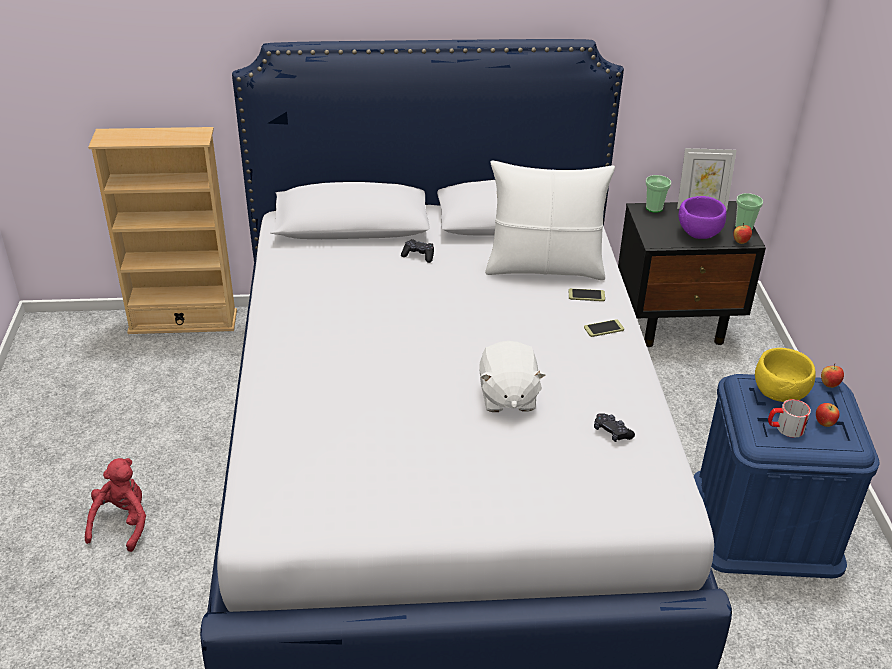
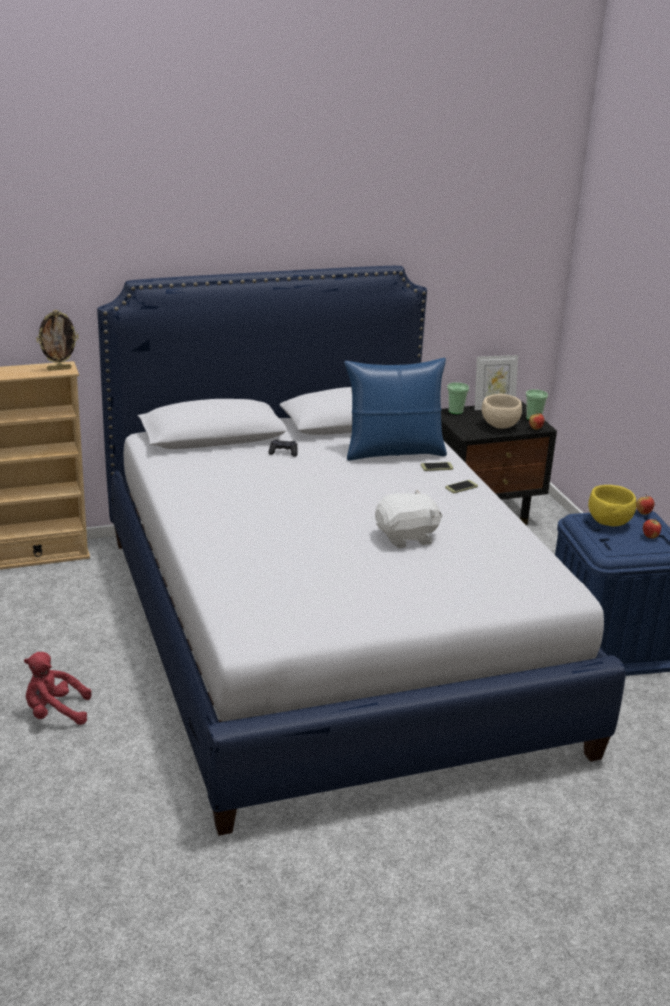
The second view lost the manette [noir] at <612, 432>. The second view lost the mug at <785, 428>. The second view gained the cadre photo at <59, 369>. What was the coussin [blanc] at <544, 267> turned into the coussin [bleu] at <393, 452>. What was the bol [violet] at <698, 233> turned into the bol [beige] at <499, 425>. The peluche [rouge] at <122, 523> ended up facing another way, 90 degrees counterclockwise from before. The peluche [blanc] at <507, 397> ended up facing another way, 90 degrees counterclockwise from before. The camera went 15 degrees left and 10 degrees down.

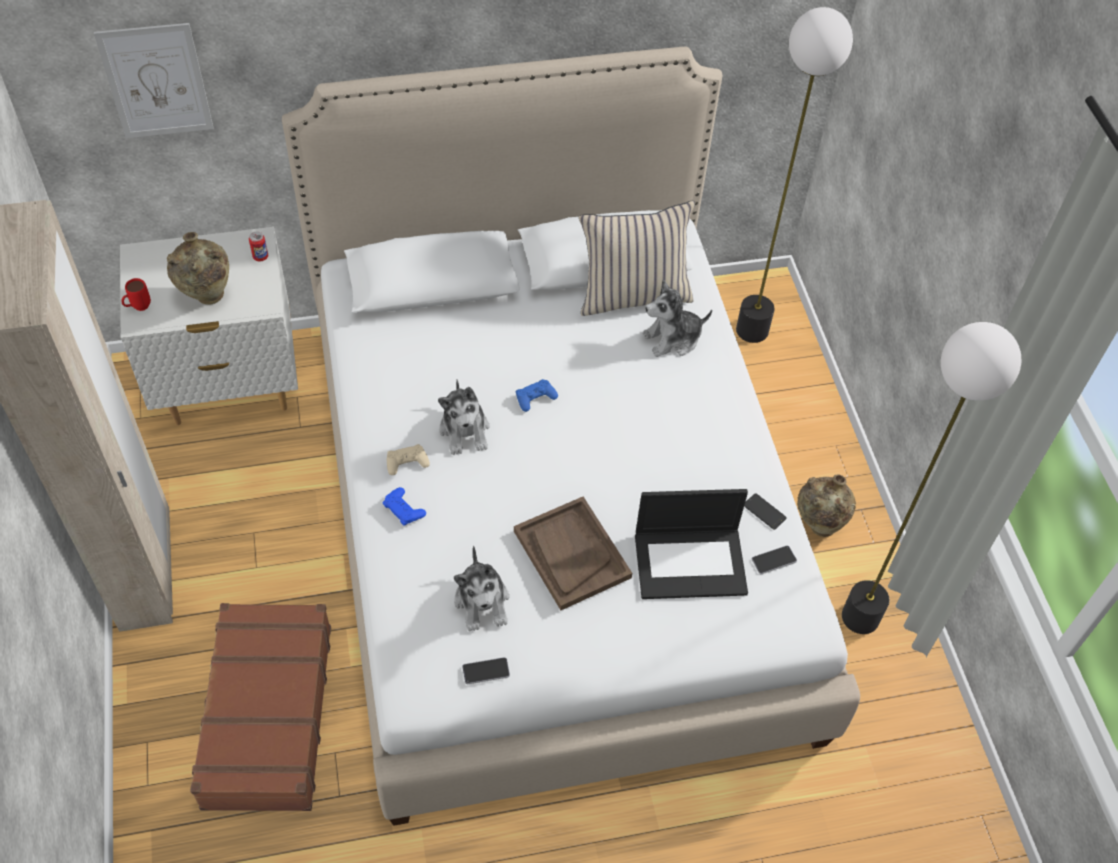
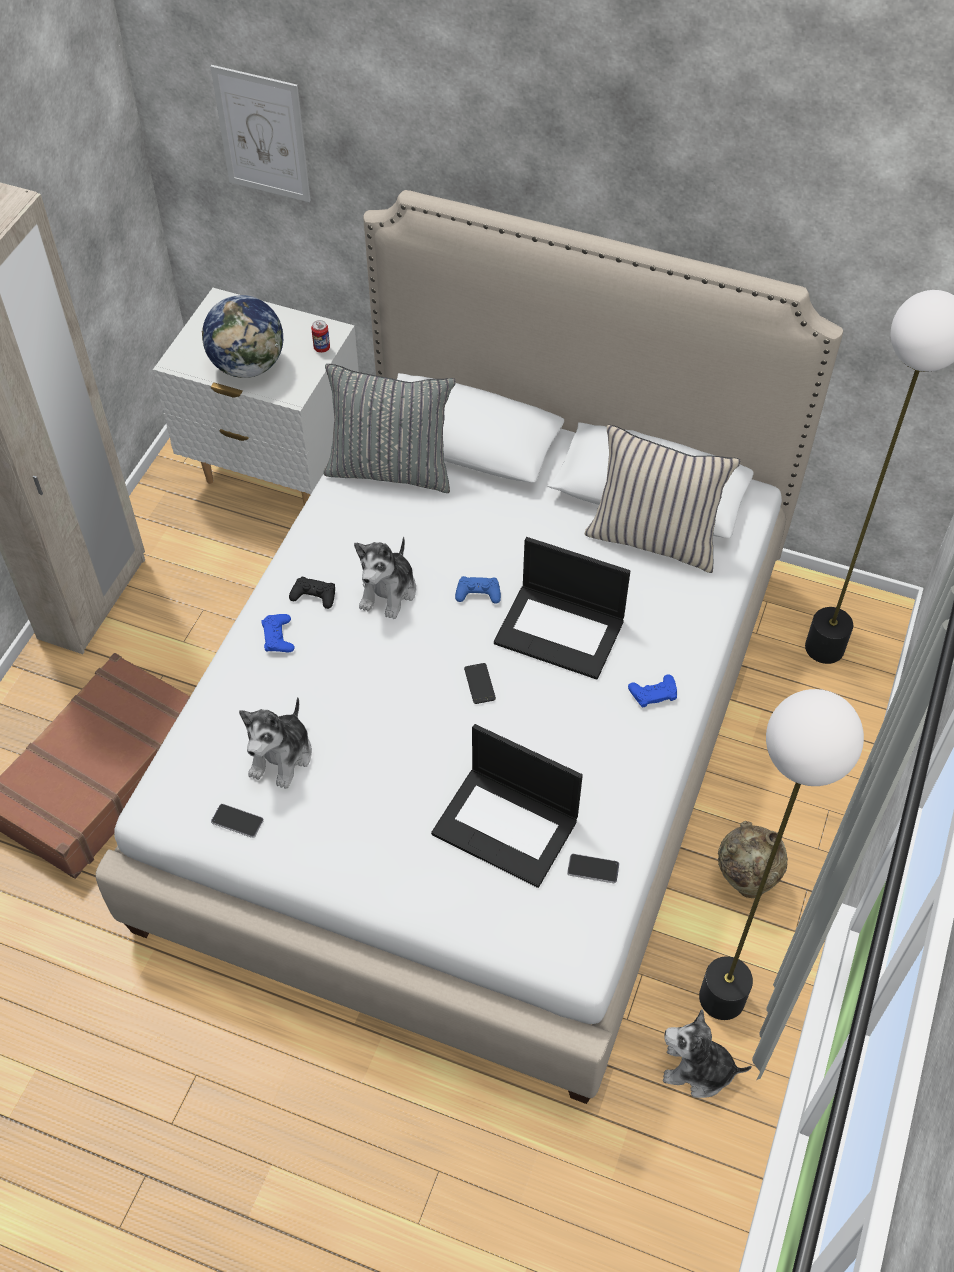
The second view lost the mug [rouge] at <138, 308>. The second view lost the plateau [marron] at <571, 554>. The second view gained the coussin [gris] at <390, 469>. The second view gained the ordinateur portable at <561, 631>. The second view gained the manette [bleu] at <653, 693>. The peluche ended up elsewhere, having gone from <673, 339> to <697, 1069>. The téléphone ended up elsewhere, having gone from <764, 512> to <479, 684>. Where the vase [beige] stood at <207, 298>, the globe came to stand at <248, 366>. What was the manette [beige] at <407, 462> turned into the manette [noir] at <314, 595>. The camera went 35 degrees right and 0 degrees up.

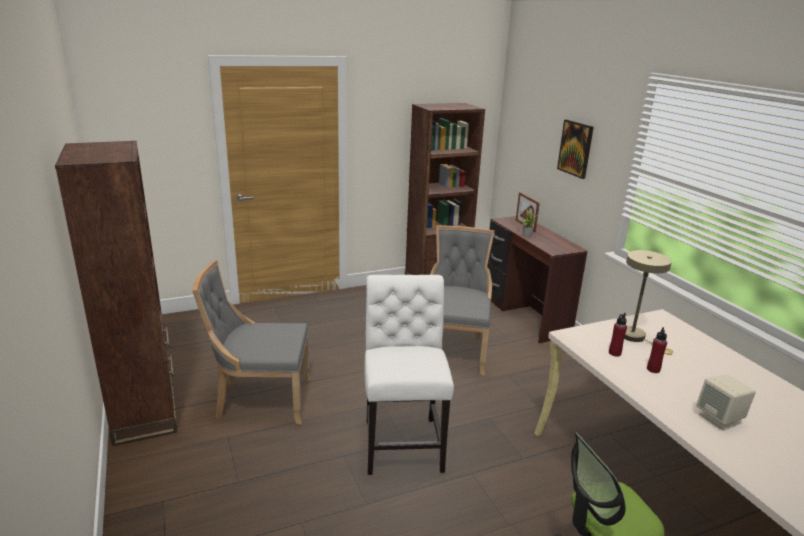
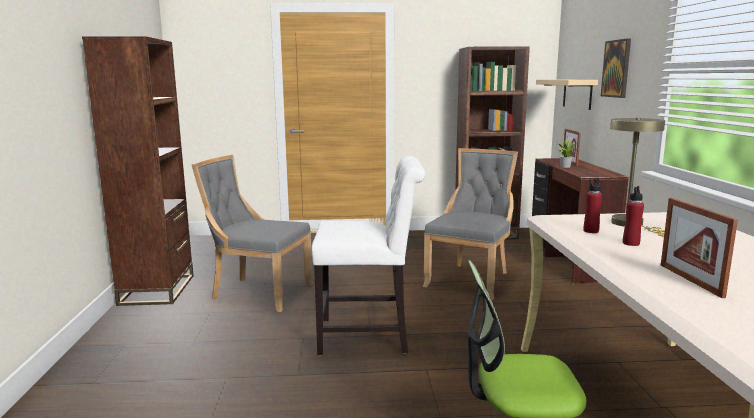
The second view gained the étagère [beige] at <577, 94>. Where the enceinte [beige] stood at <719, 419>, the cadre photo came to stand at <690, 280>. The chaise [blanc] at <402, 441> ended up facing another way, 75 degrees clockwise from before. The camera went 20 degrees right and 10 degrees down.

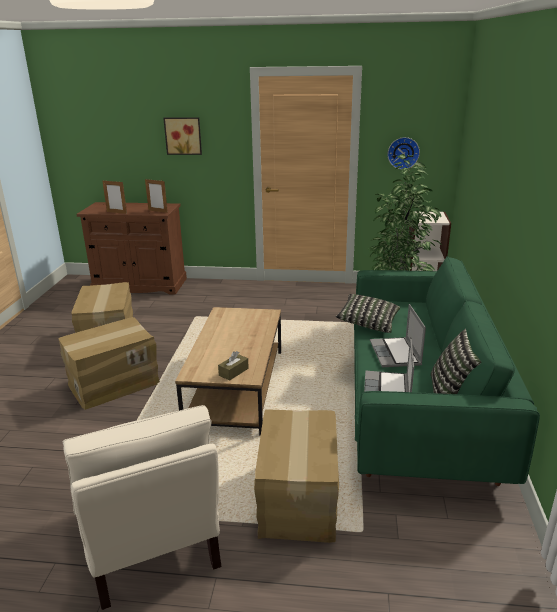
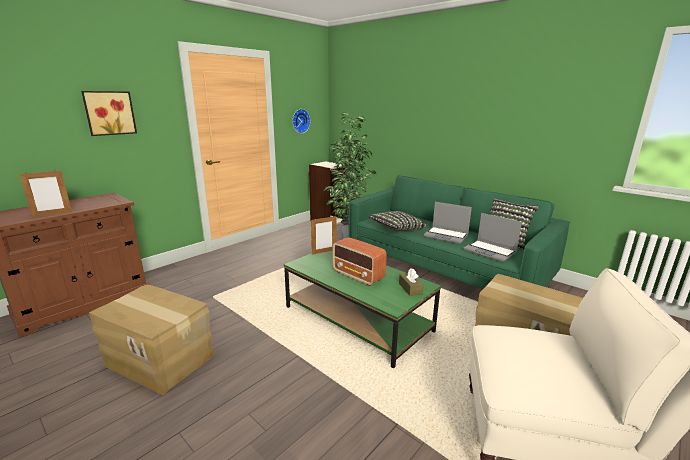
The second view lost the carton at <113, 383>. The second view gained the radio at <358, 276>. The cadre photo ended up elsewhere, having gone from <158, 211> to <324, 252>. What was the table basse [marron] at <237, 388> turned into the table basse [vert] at <357, 319>. The camera went 55 degrees left and 5 degrees down.

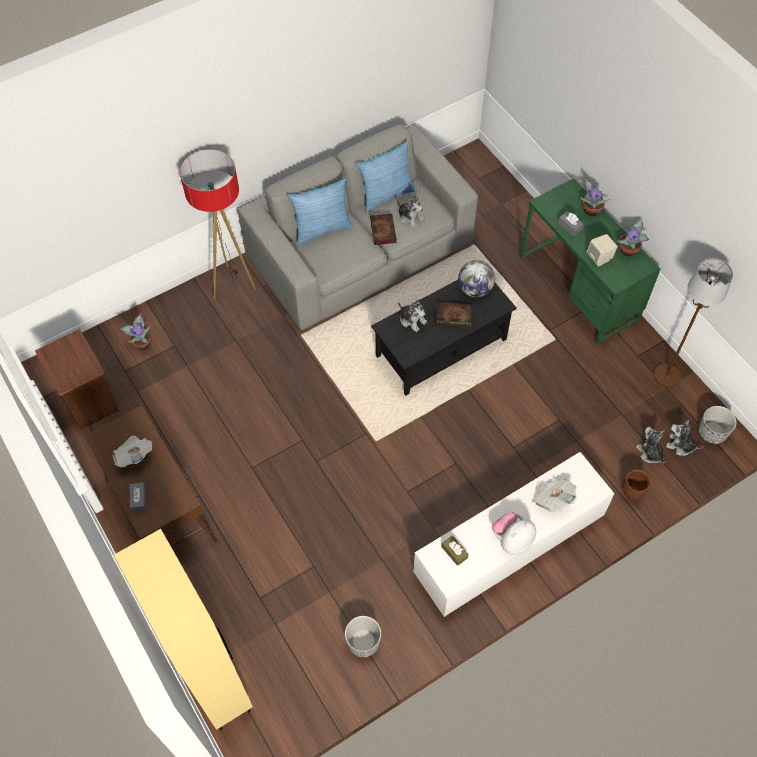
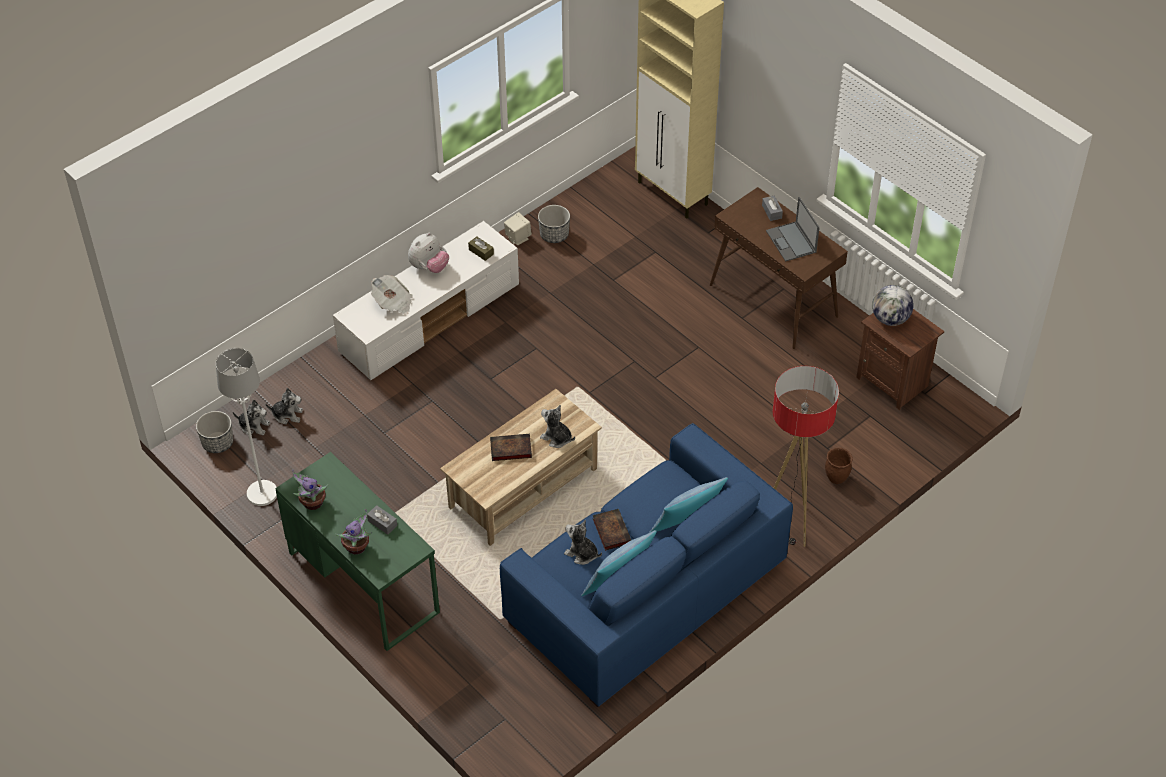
The second view lost the plante en pot at <142, 343>. The globe ended up elsewhere, having gone from <475, 289> to <890, 319>. The enceinte [beige] ended up elsewhere, having gone from <599, 258> to <517, 238>. The cache-pot [marron] ended up elsewhere, having gone from <631, 493> to <837, 478>. Where the journal stood at <134, 455>, the ordinateur portable came to stand at <791, 242>. What was the canapé [gris] at <360, 250> turned into the canapé [bleu] at <645, 590>. What was the table basse [noir] at <441, 347> turned into the table basse [beige] at <523, 489>. What was the lampadaire [marron] at <667, 375> turned into the lampadaire [blanc] at <262, 494>. The peluche at <649, 452> ended up facing another way, 45 degrees counterclockwise from before. The camera went 170 degrees right and 10 degrees down.

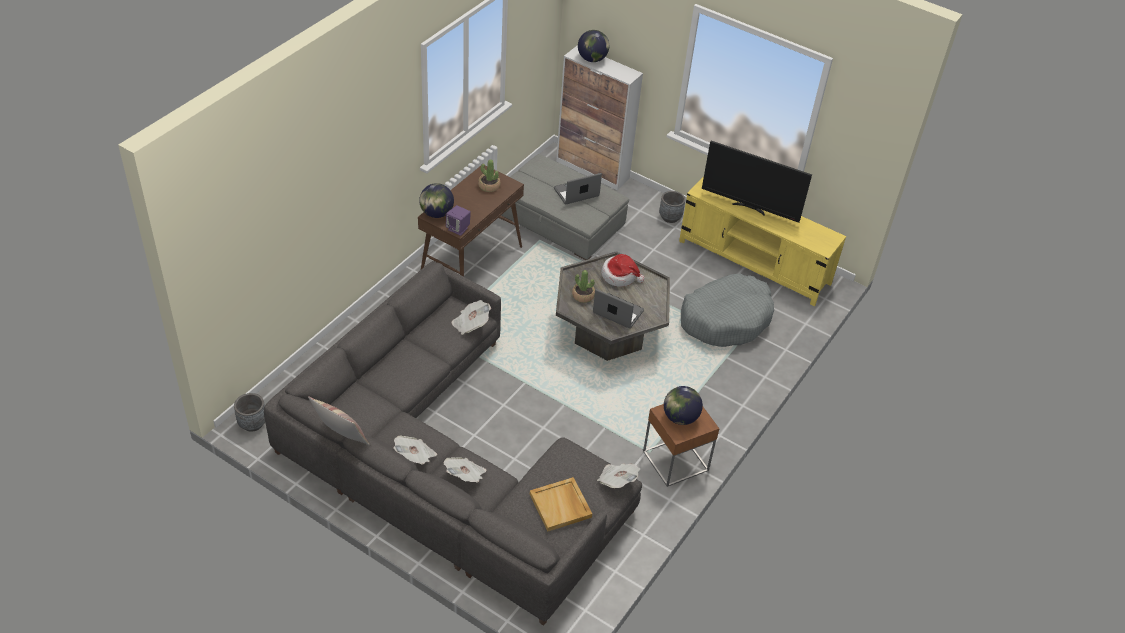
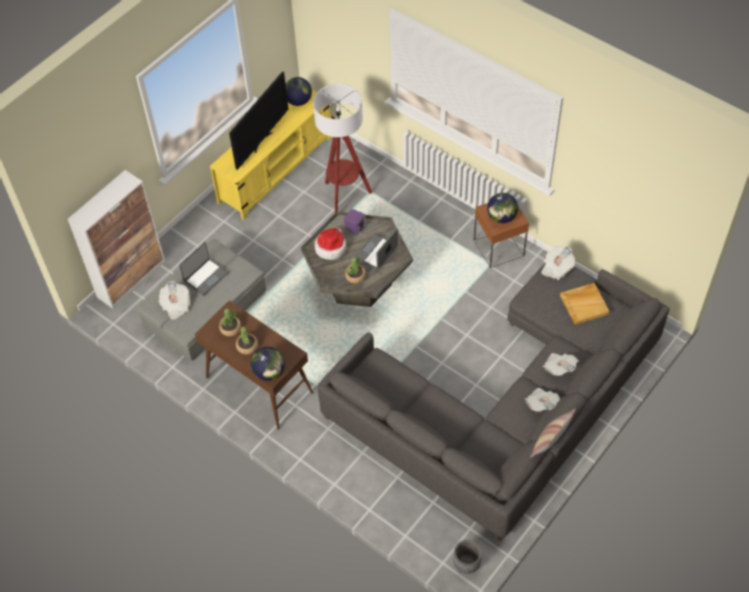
The second view lost the cache-pot [gris] at <670, 217>. The second view gained the plante en pot at <247, 346>. The enceinte [violet] ended up elsewhere, having gone from <458, 229> to <355, 228>. The journal ended up elsewhere, having gone from <470, 324> to <175, 305>. The globe ended up elsewhere, having gone from <592, 59> to <298, 101>. Where the panier pour chien [gris] stood at <725, 319>, the lampadaire came to stand at <344, 198>. The ordinateur portable at <576, 193> ended up facing another way, 120 degrees counterclockwise from before. The camera went 80 degrees left and 10 degrees up.

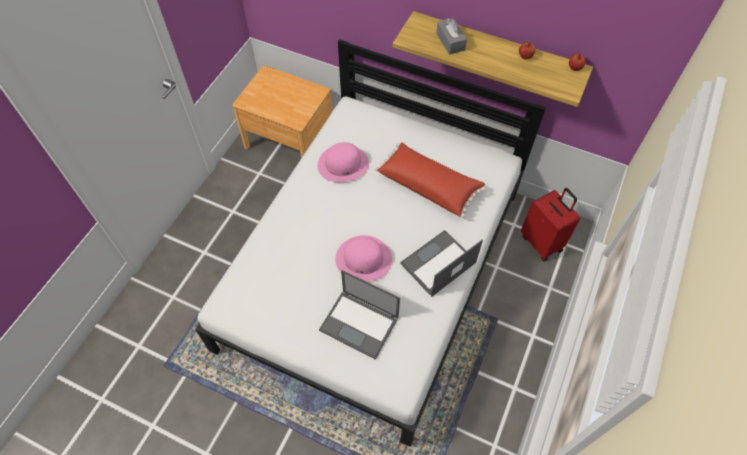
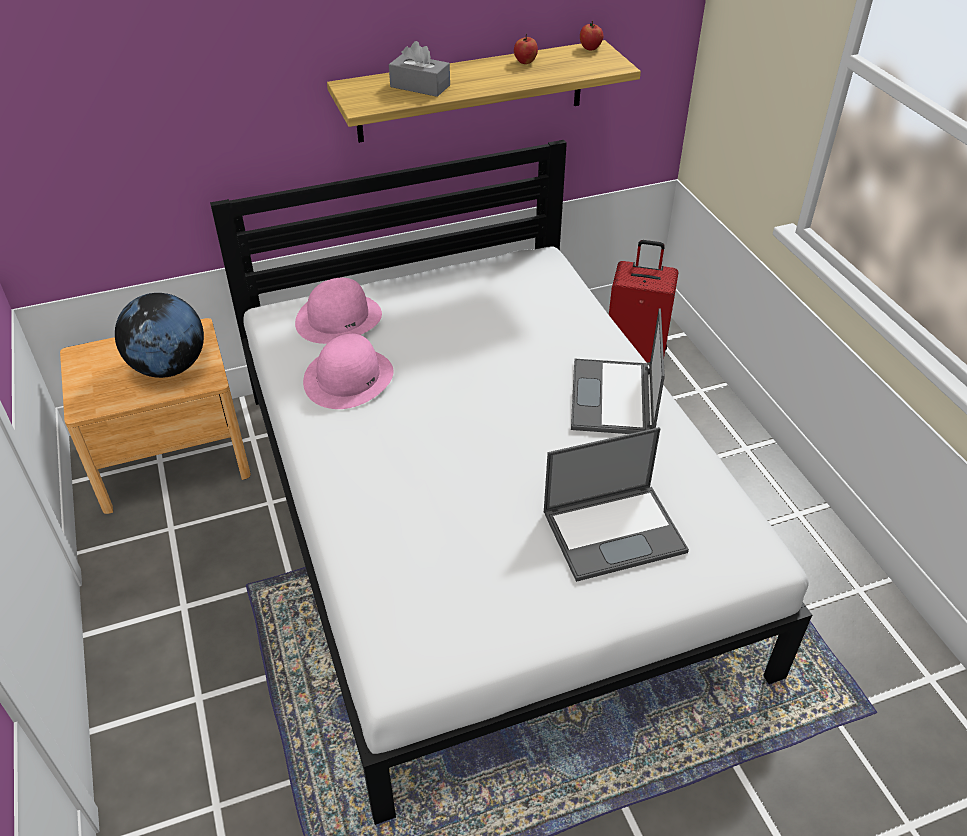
The second view lost the coussin [rouge] at <429, 185>. The second view gained the globe at <169, 367>. The chapeau [rose] ended up elsewhere, having gone from <363, 259> to <339, 318>. The camera went 45 degrees left and 15 degrees down.

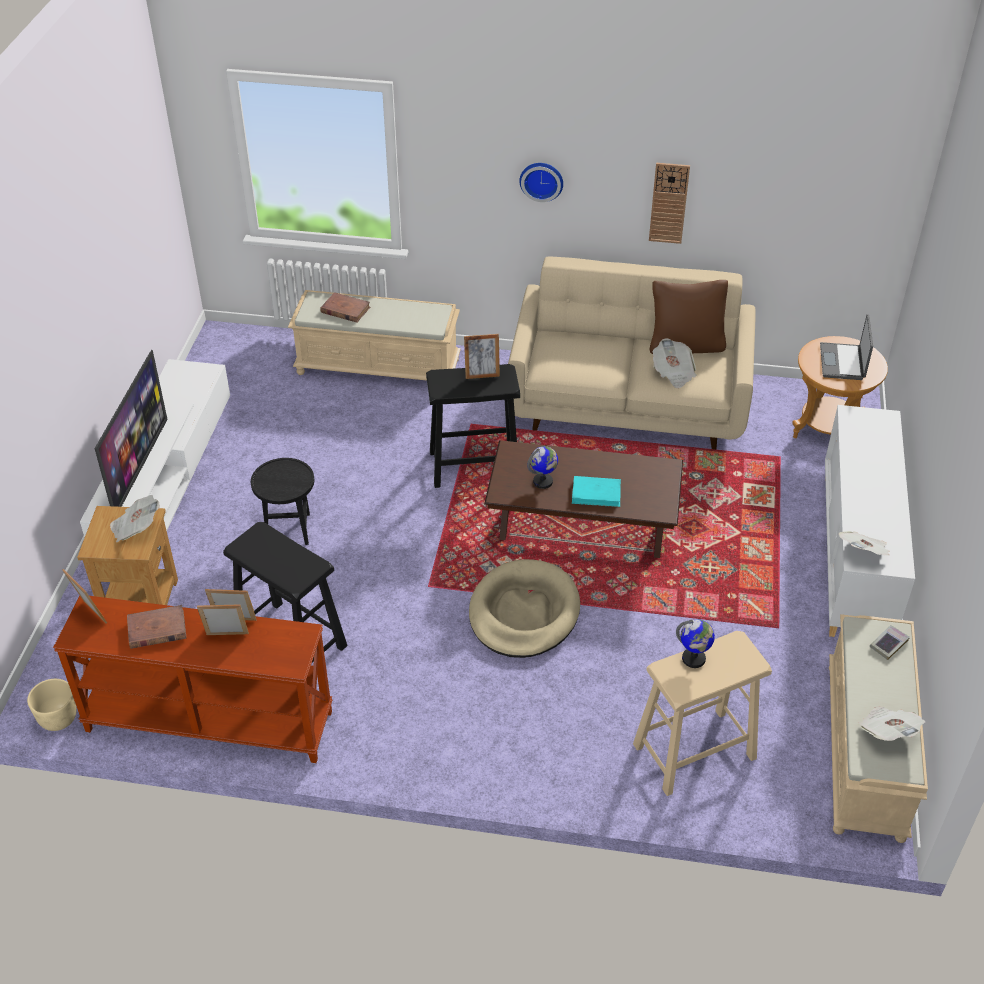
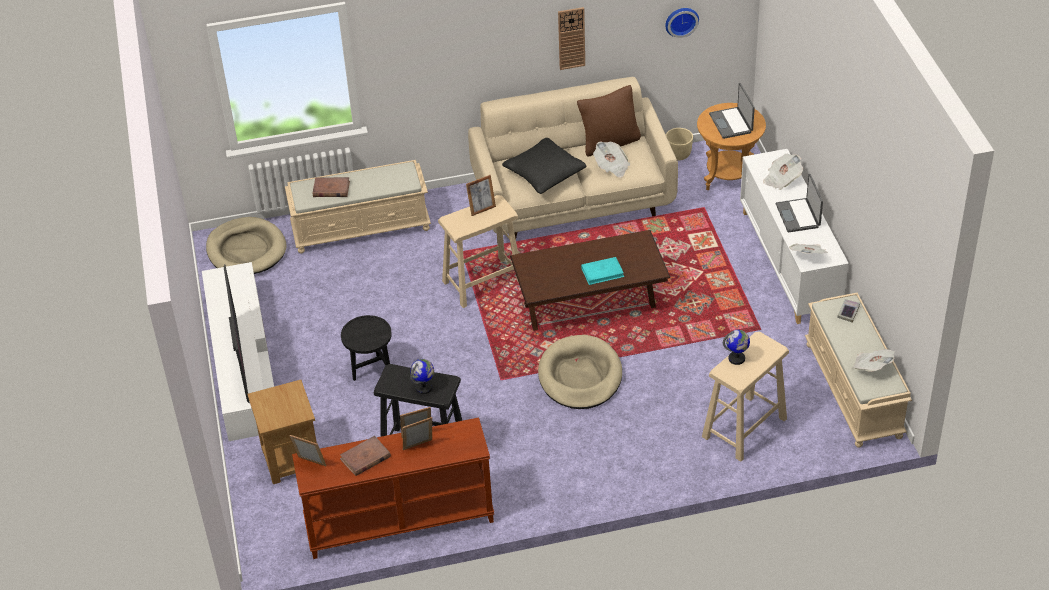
The second view gained the panier pour chien [beige] at <246, 250>. The second view gained the coussin [noir] at <544, 174>. The second view gained the ordinateur portable at <798, 216>. The cache-pot [beige] ended up elsewhere, having gone from <59, 719> to <678, 155>. The journal ended up elsewhere, having gone from <136, 528> to <782, 179>. The horloge murale ended up elsewhere, having gone from <541, 180> to <681, 20>. The globe ended up elsewhere, having gone from <543, 482> to <424, 388>. What was the tabouret [noir] at <474, 465> turned into the tabouret [beige] at <483, 282>. The camera went 20 degrees left and 0 degrees up.

